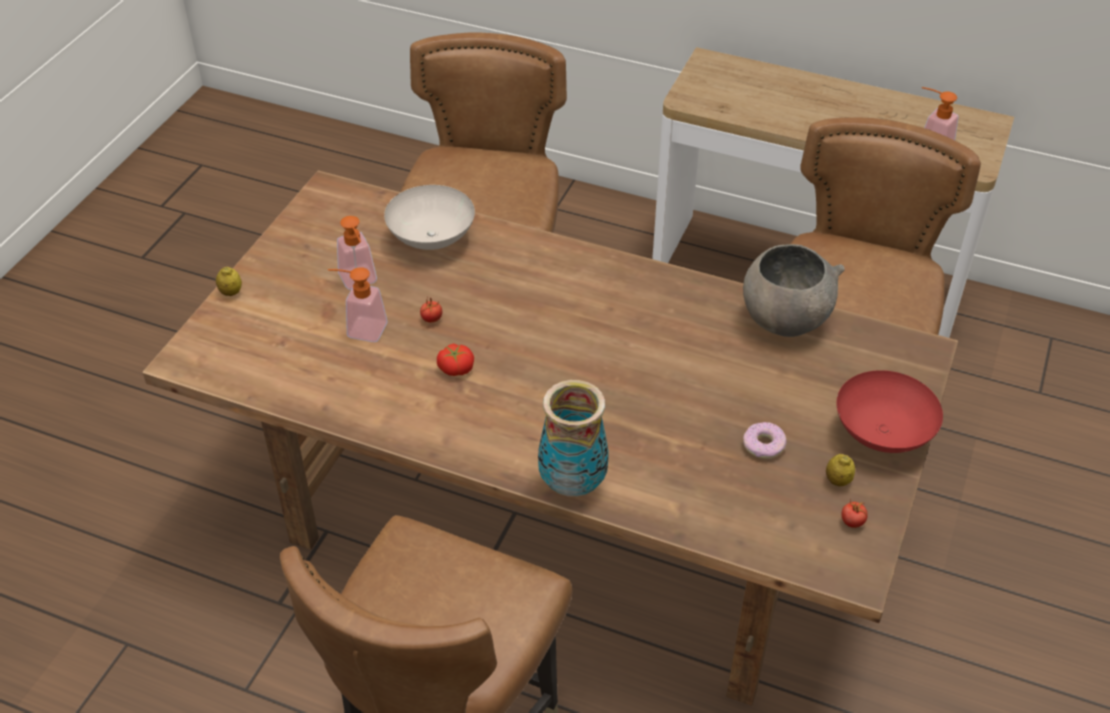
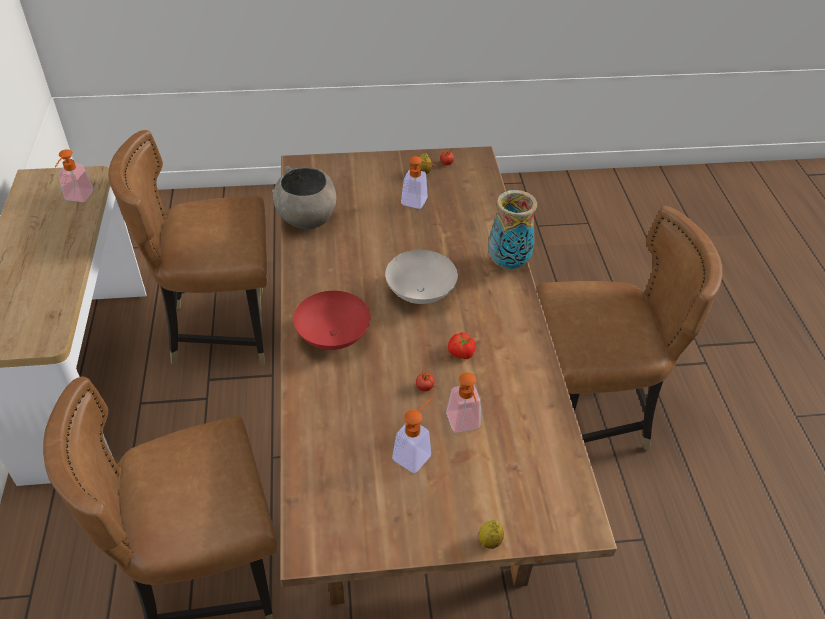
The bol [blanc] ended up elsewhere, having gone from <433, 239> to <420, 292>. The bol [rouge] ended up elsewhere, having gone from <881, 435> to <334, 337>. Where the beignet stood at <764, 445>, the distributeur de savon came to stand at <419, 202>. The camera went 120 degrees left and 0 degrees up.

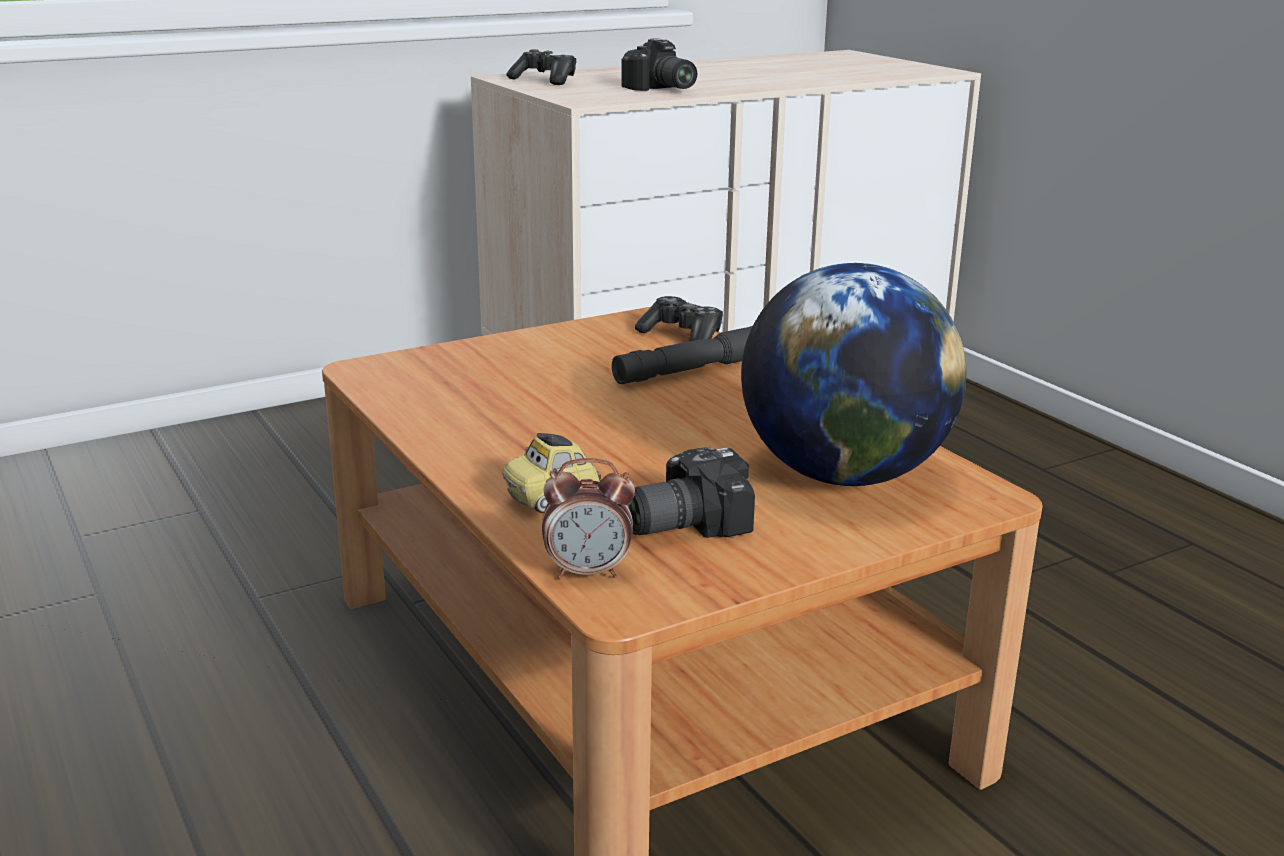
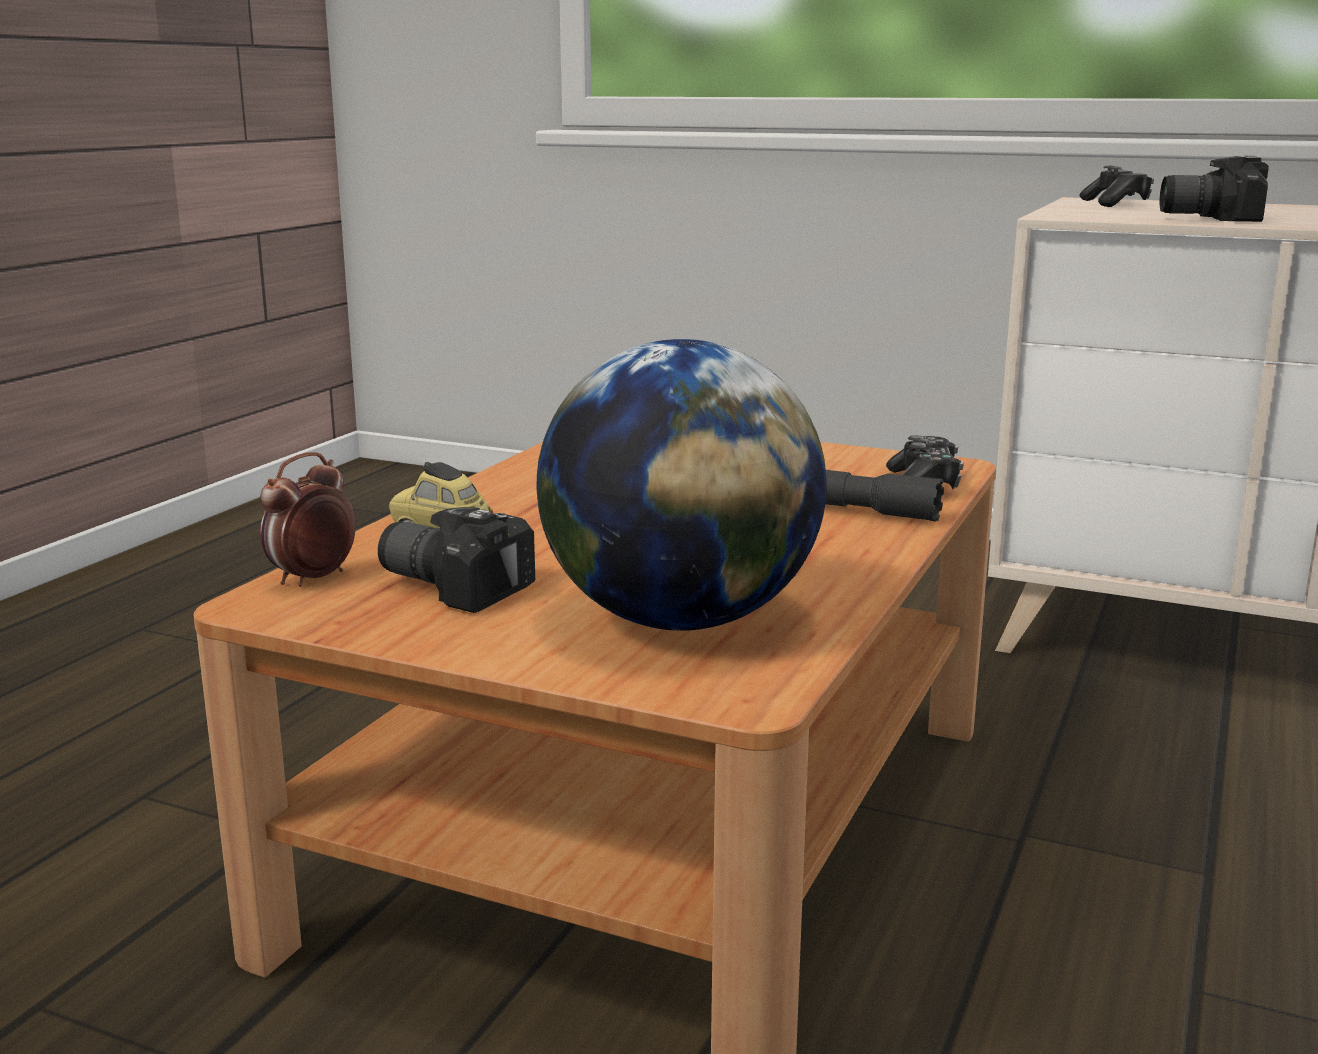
The réveil at <588, 572> ended up facing another way, 75 degrees clockwise from before. The appareil photo at <660, 89> ended up facing another way, 75 degrees clockwise from before. The camera went 55 degrees right and 5 degrees down.

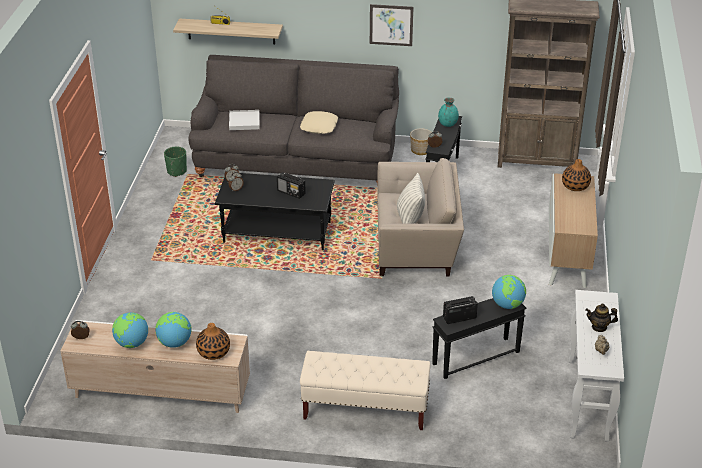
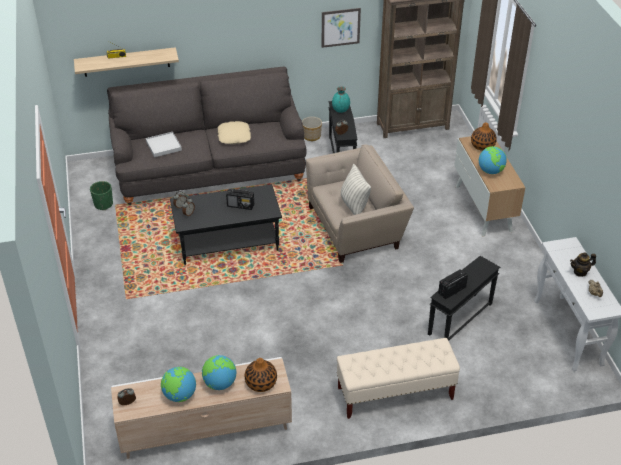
The tableau ended up elsewhere, having gone from <391, 25> to <340, 27>. The globe ended up elsewhere, having gone from <507, 305> to <490, 171>. The camera went 20 degrees left and 5 degrees up.

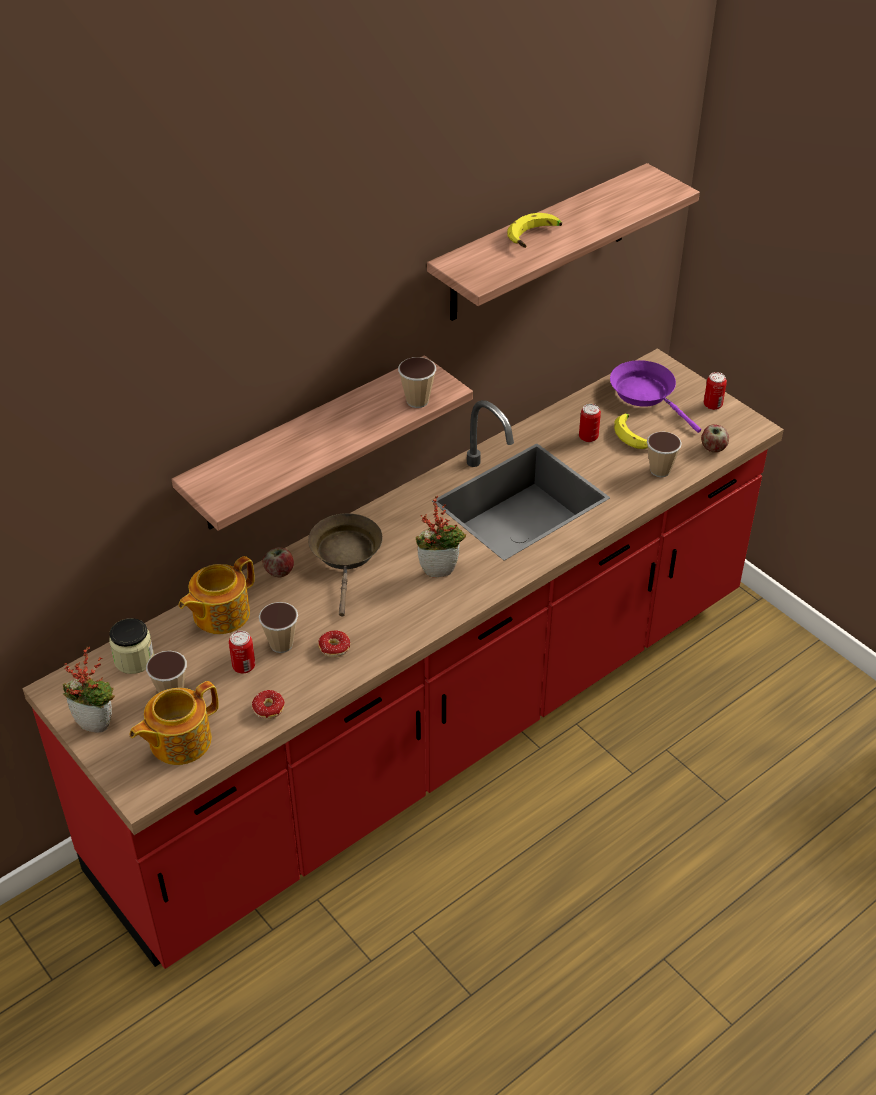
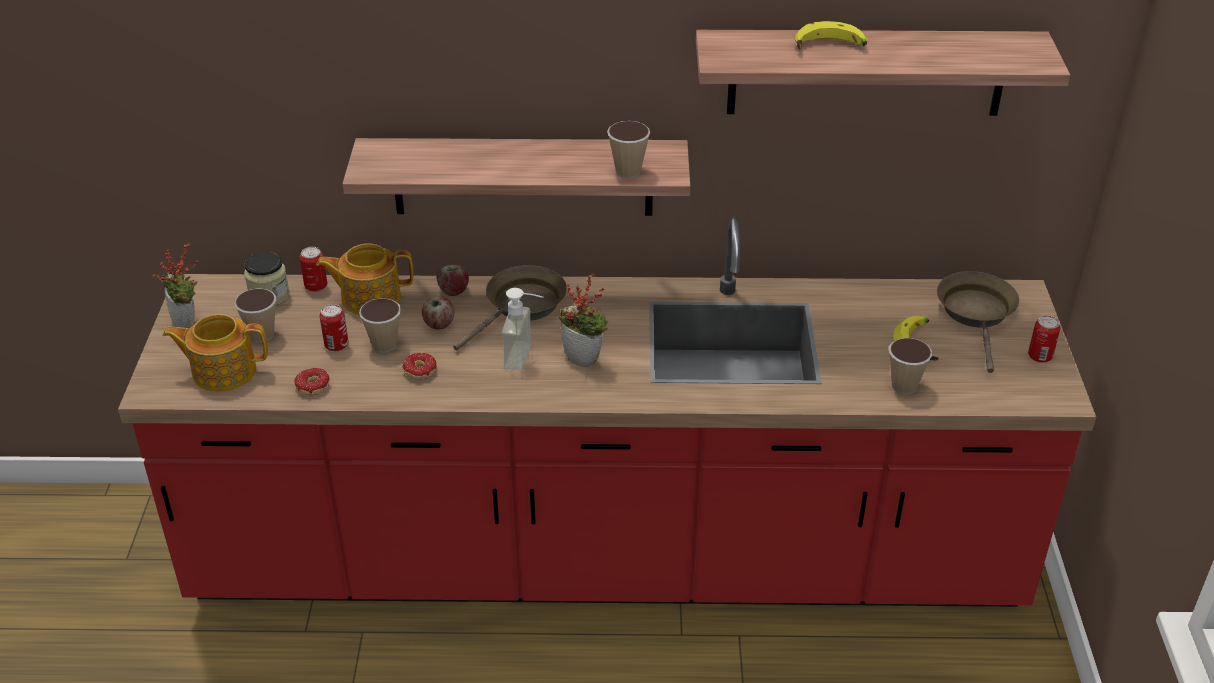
The second view gained the distributeur de savon at <527, 357>. The boîte métallique ended up elsewhere, having gone from <588, 437> to <316, 286>. The pomme ended up elsewhere, having gone from <713, 448> to <438, 324>. What was the poêle [violet] at <646, 394> turned into the poêle [marron] at <977, 314>. The camera went 40 degrees right and 5 degrees down.

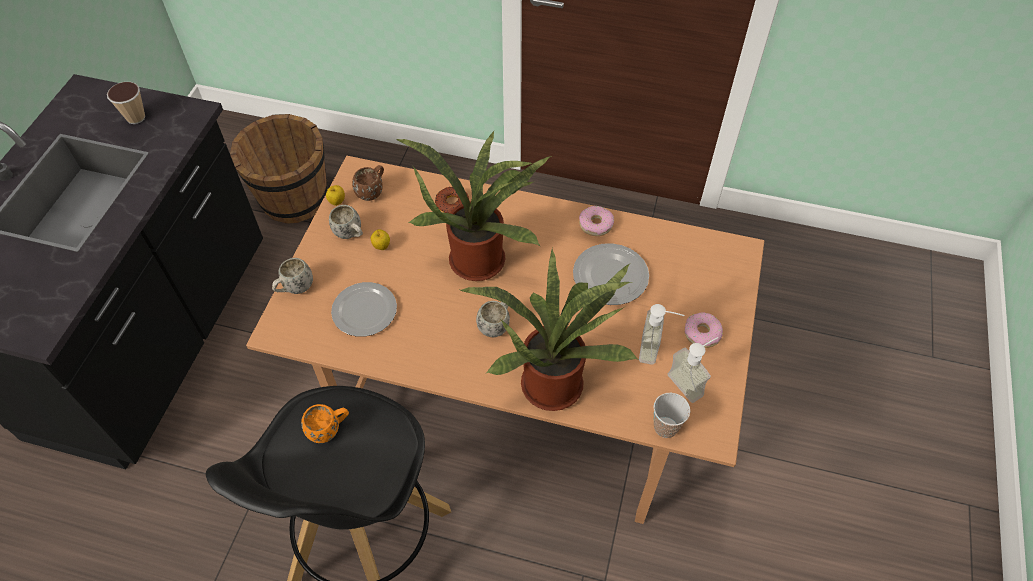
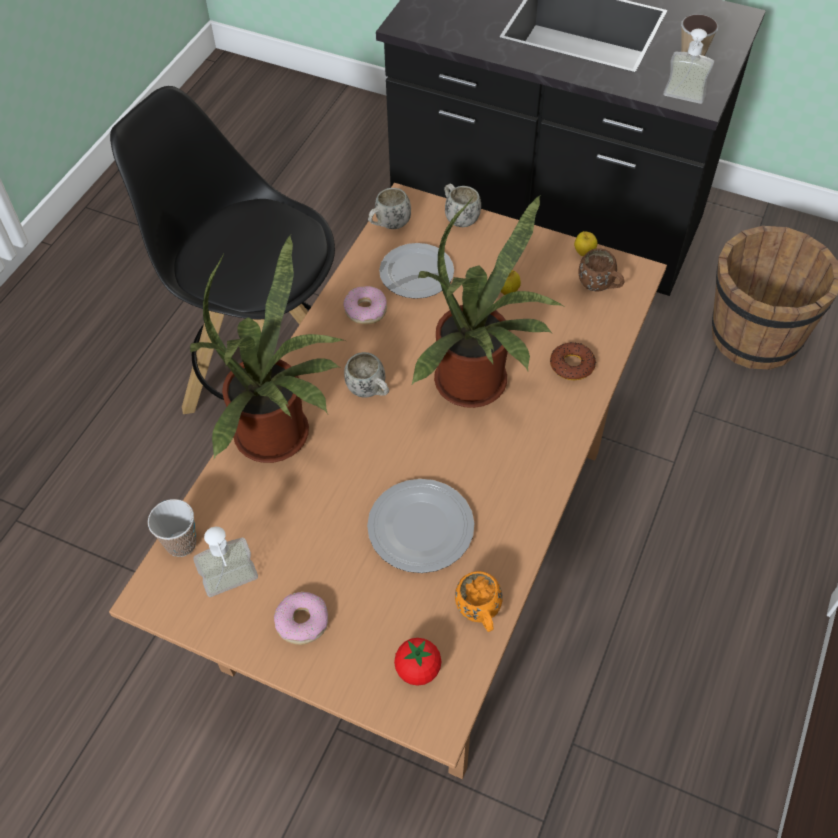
The second view gained the tomate at <418, 669>. The mug [orange] ended up elsewhere, having gone from <329, 429> to <480, 614>. The mug [blanc] ended up elsewhere, having gone from <351, 234> to <389, 225>. The beignet ended up elsewhere, having gone from <595, 224> to <366, 310>. The distributeur de savon ended up elsewhere, having gone from <657, 349> to <682, 100>. The camera went 100 degrees right and 0 degrees up.

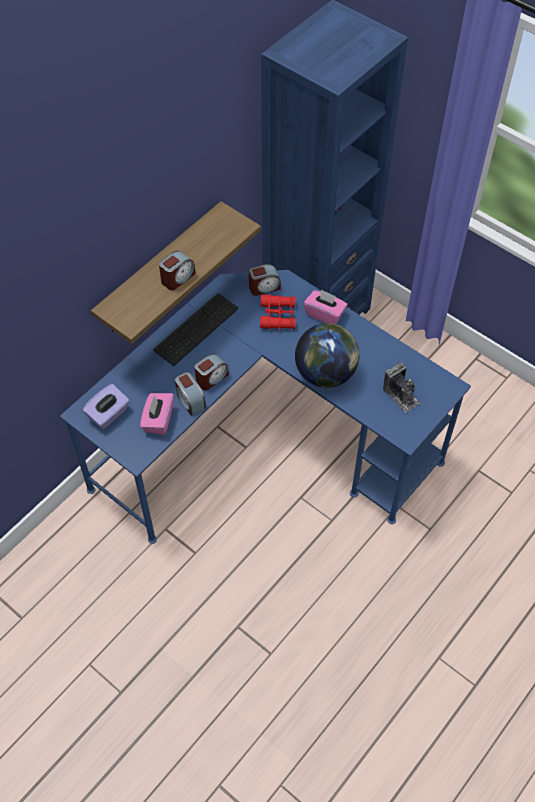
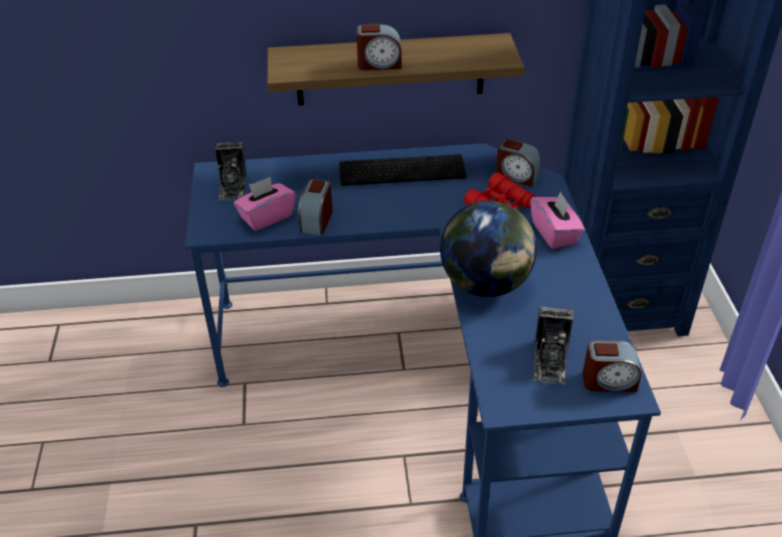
The réveil ended up elsewhere, having gone from <211, 378> to <609, 381>. Where the boîte à mouchoirs [violet] stood at <108, 414>, the appareil photo came to stand at <232, 186>. The camera went 45 degrees right and 15 degrees down.

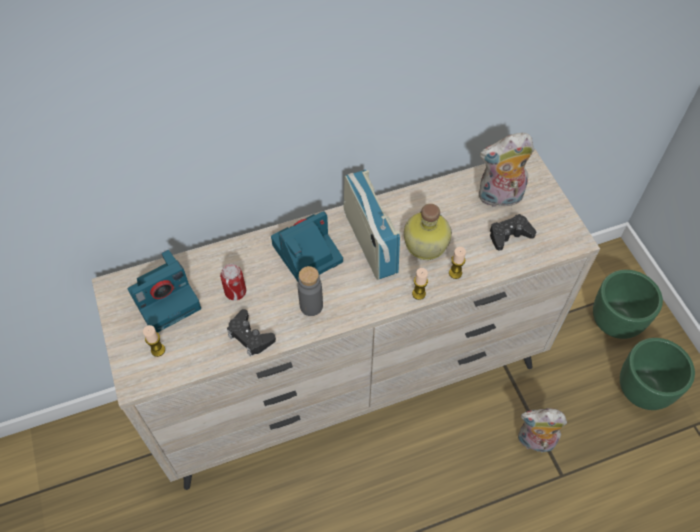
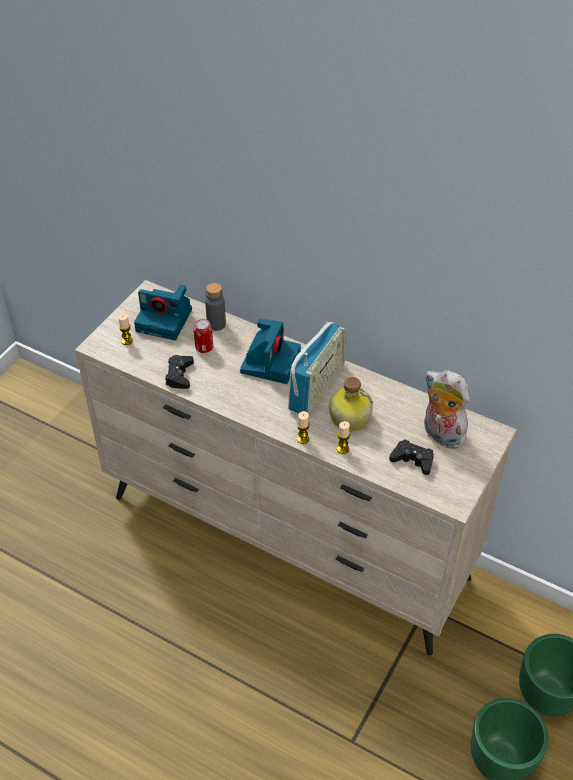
The second view lost the peluche at <534, 442>. The bouteille [gris] ended up elsewhere, having gone from <311, 306> to <216, 324>. The appareil photo at <306, 254> ended up facing another way, 90 degrees clockwise from before. The camera went 50 degrees right and 10 degrees down.

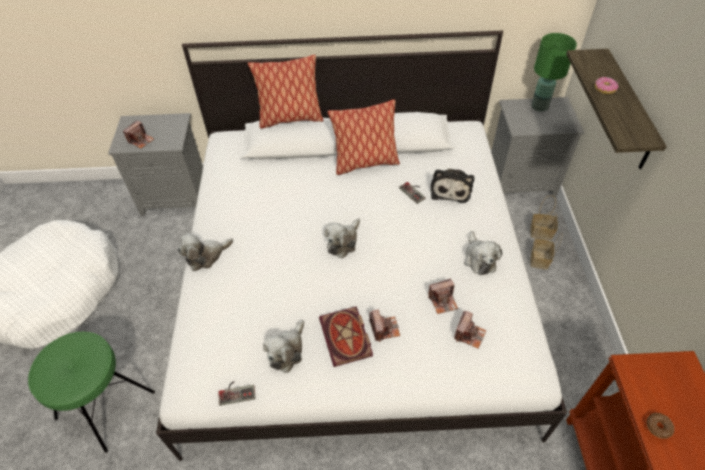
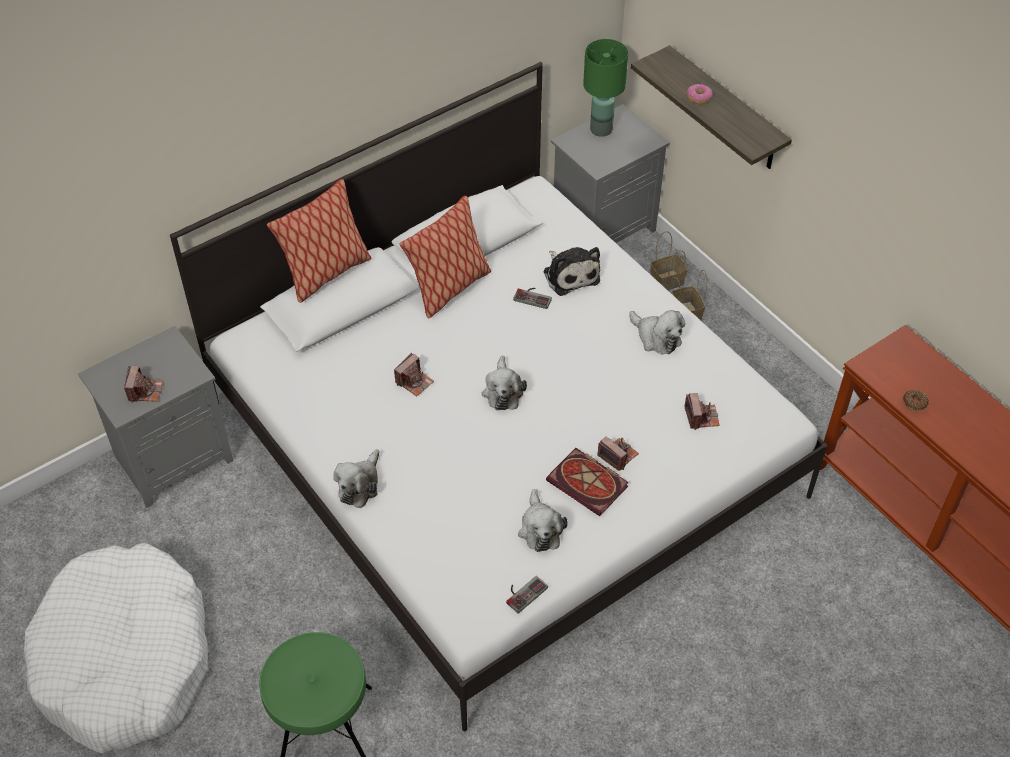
The appareil photo ended up elsewhere, having gone from <443, 301> to <414, 381>. The camera went 35 degrees left and 0 degrees up.

